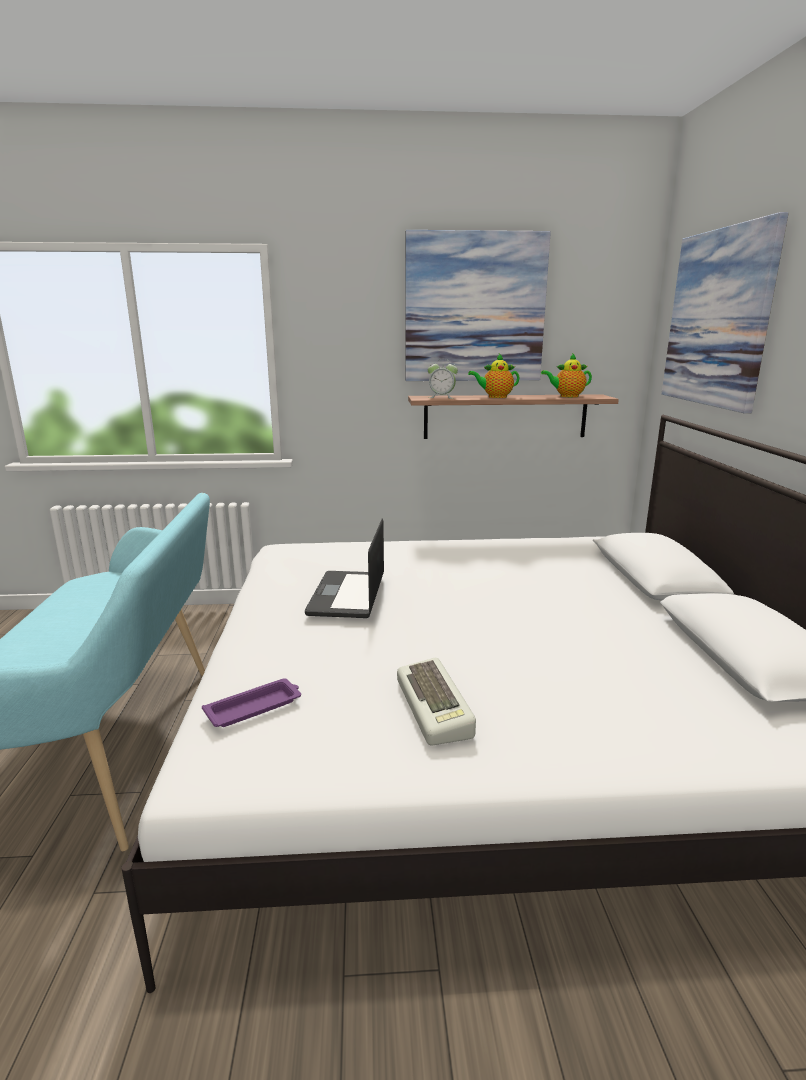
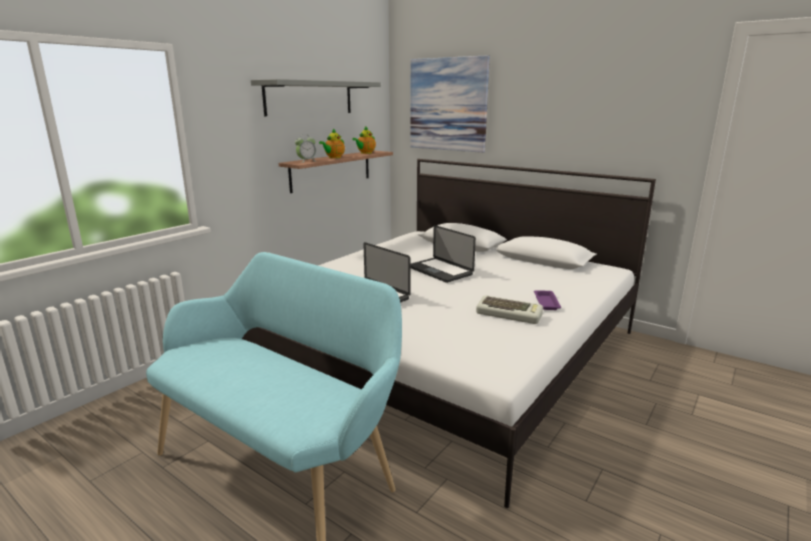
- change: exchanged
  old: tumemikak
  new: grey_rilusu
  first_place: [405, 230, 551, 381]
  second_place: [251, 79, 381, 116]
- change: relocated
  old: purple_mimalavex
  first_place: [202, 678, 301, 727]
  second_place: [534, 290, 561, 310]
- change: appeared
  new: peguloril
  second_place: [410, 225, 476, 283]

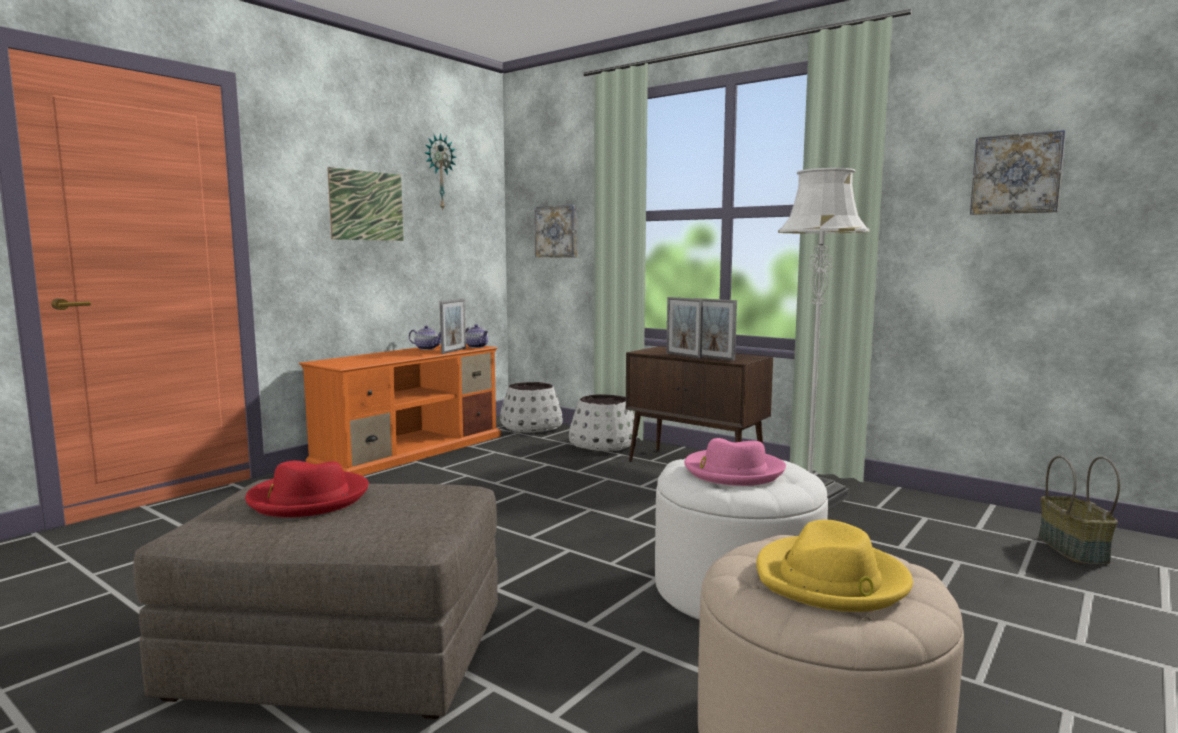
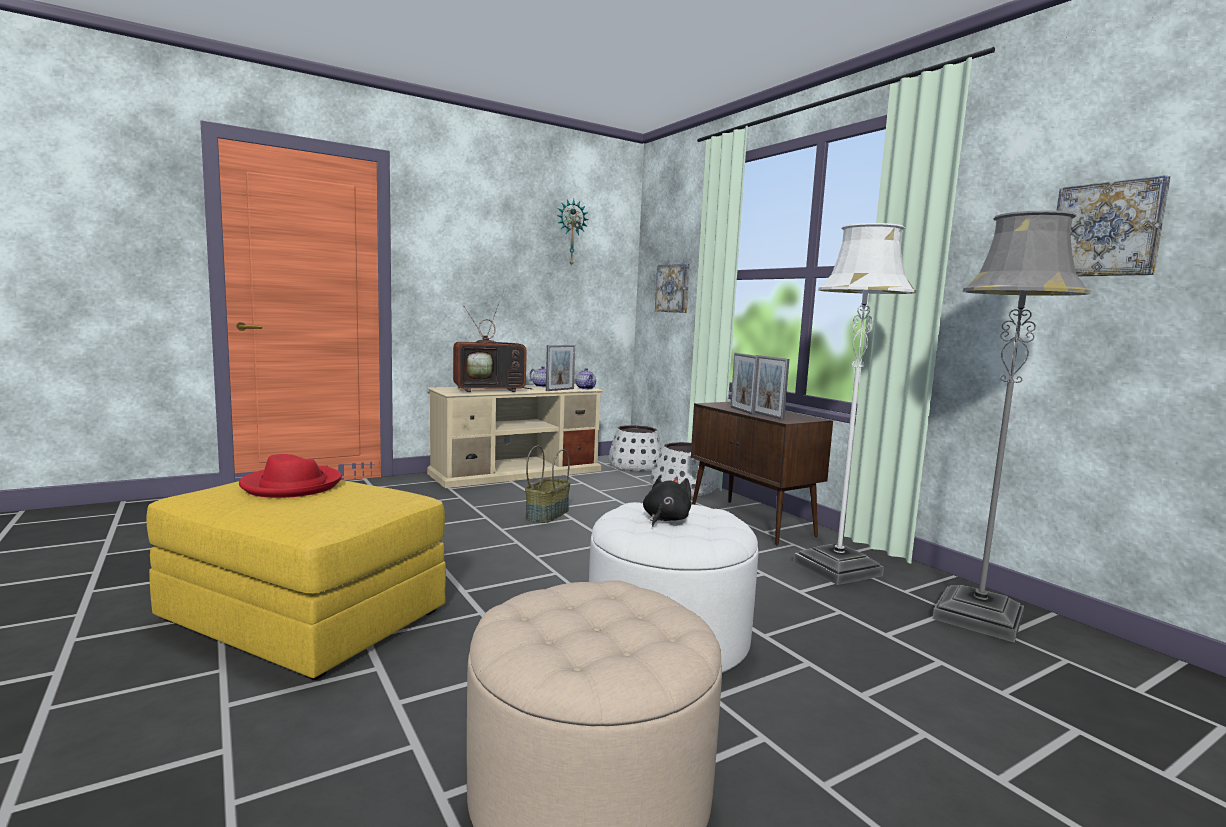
- change: missing
  old: tumemikak
  first_place: [327, 167, 404, 241]
- change: colour
  old: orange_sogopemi
  new: beige_sogopemi
  first_place: [299, 344, 501, 476]
  second_place: [427, 384, 603, 488]
- change: exchanged
  old: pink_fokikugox
  new: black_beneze
  first_place: [684, 438, 786, 486]
  second_place: [643, 475, 691, 527]
- change: relocated
  old: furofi
  first_place: [1038, 456, 1120, 564]
  second_place: [525, 446, 571, 523]
- change: colour
  old: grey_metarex
  new: yellow_metarex
  first_place: [133, 479, 498, 719]
  second_place: [147, 480, 446, 680]
- change: missing
  old: yellow_fokikugox
  first_place: [756, 520, 913, 612]
- change: appeared
  new: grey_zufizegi
  second_place: [933, 210, 1090, 643]
- change: appeared
  new: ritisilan
  second_place: [453, 302, 533, 392]

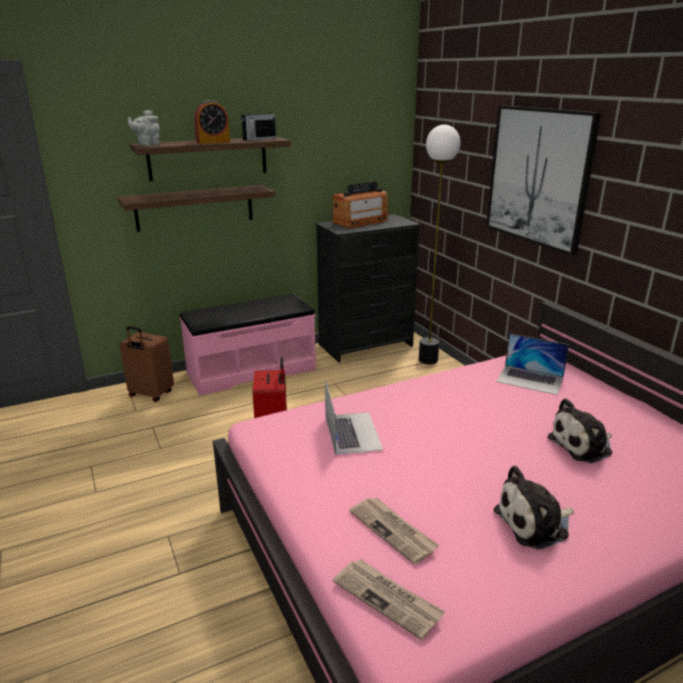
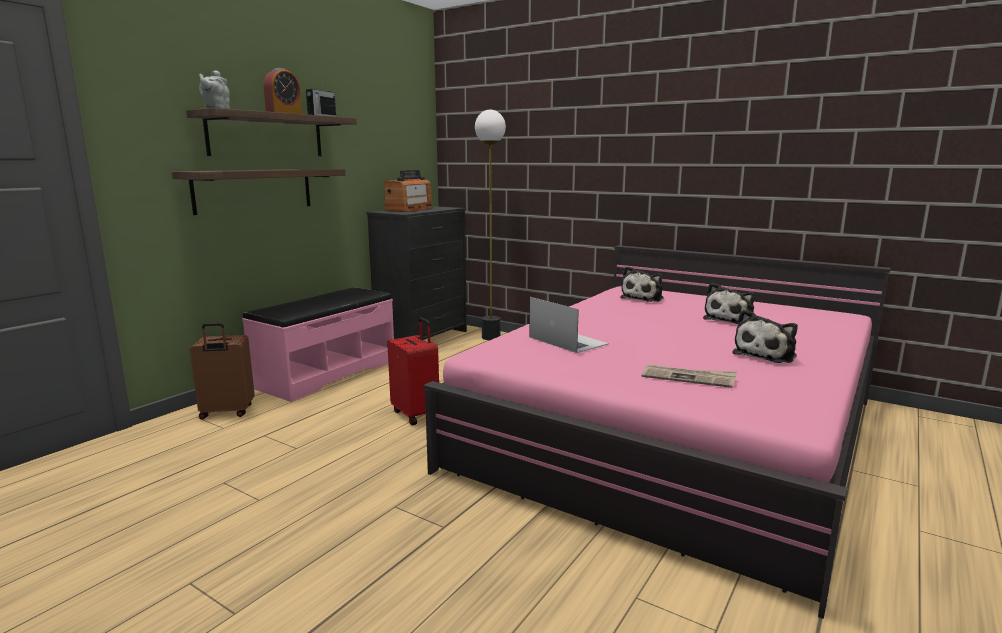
- change: missing
  old: tumemikak
  first_place: [486, 105, 601, 256]
- change: exchanged
  old: peguloril
  new: beneze
  first_place: [496, 334, 569, 395]
  second_place: [620, 266, 664, 302]
- change: missing
  old: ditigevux
  first_place: [333, 559, 445, 640]

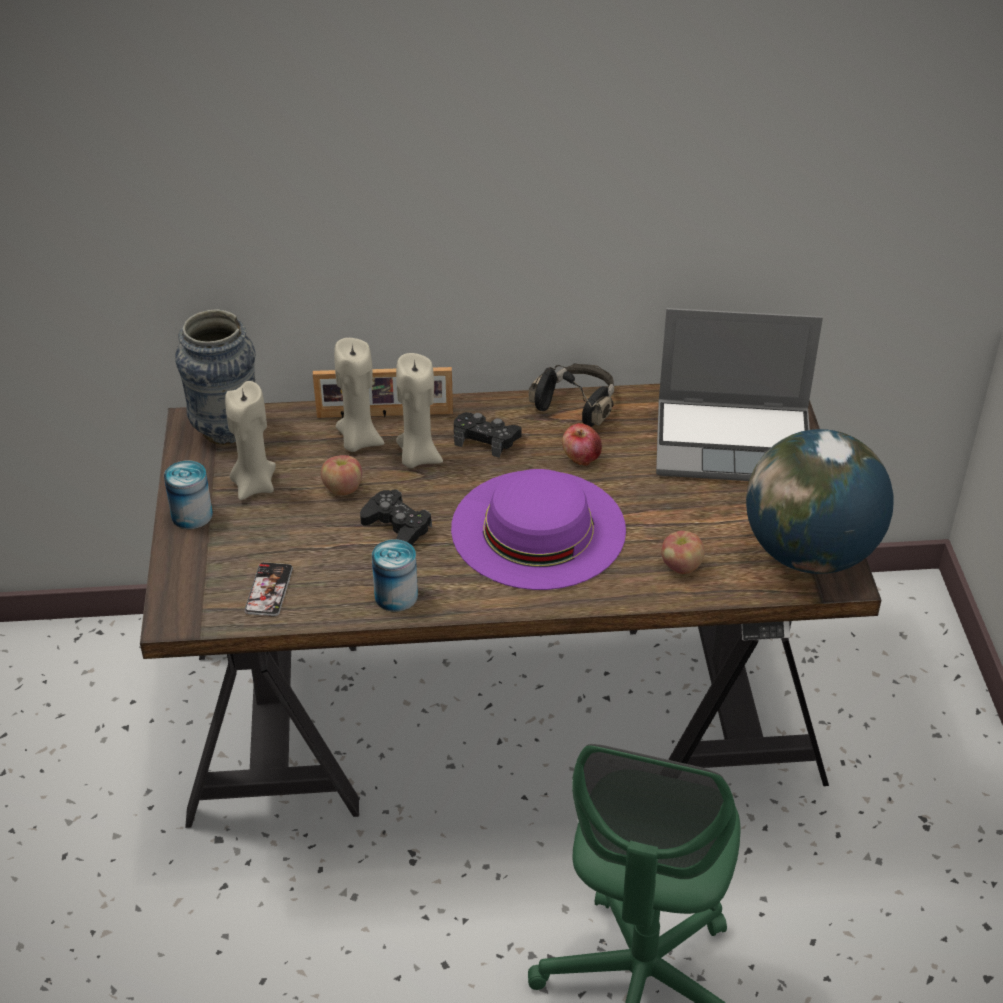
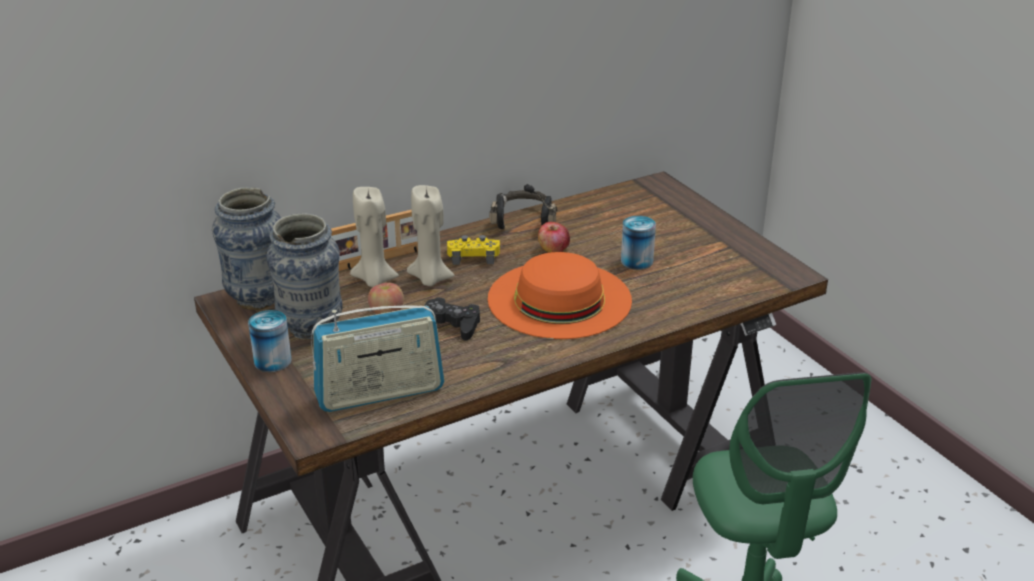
- change: missing
  old: peguloril
  first_place: [656, 308, 823, 481]
- change: exchanged
  old: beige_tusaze
  new: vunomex
  first_place: [225, 381, 276, 500]
  second_place: [266, 213, 343, 340]
- change: colour
  old: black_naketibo
  new: yellow_naketibo
  first_place: [454, 412, 522, 458]
  second_place: [447, 235, 500, 265]
- change: missing
  old: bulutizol
  first_place: [746, 429, 894, 574]
- change: colour
  old: purple_fokikugox
  new: orange_fokikugox
  first_place: [451, 469, 626, 590]
  second_place: [488, 252, 632, 339]
- change: missing
  old: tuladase
  first_place: [661, 531, 705, 574]
- change: relocated
  old: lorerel
  first_place: [372, 539, 418, 612]
  second_place: [621, 216, 656, 270]
- change: exchanged
  old: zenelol
  new: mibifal
  first_place: [244, 562, 293, 616]
  second_place: [311, 305, 445, 412]

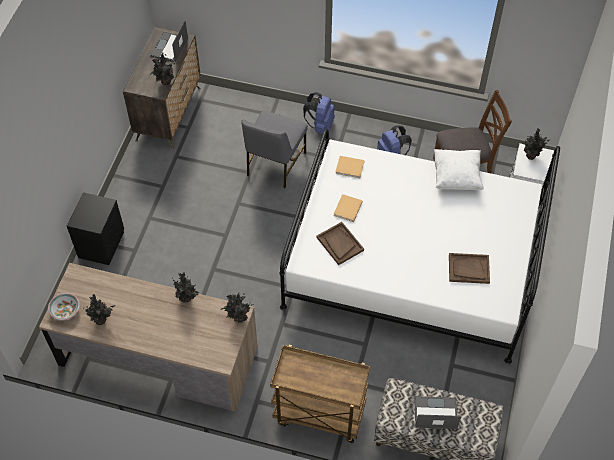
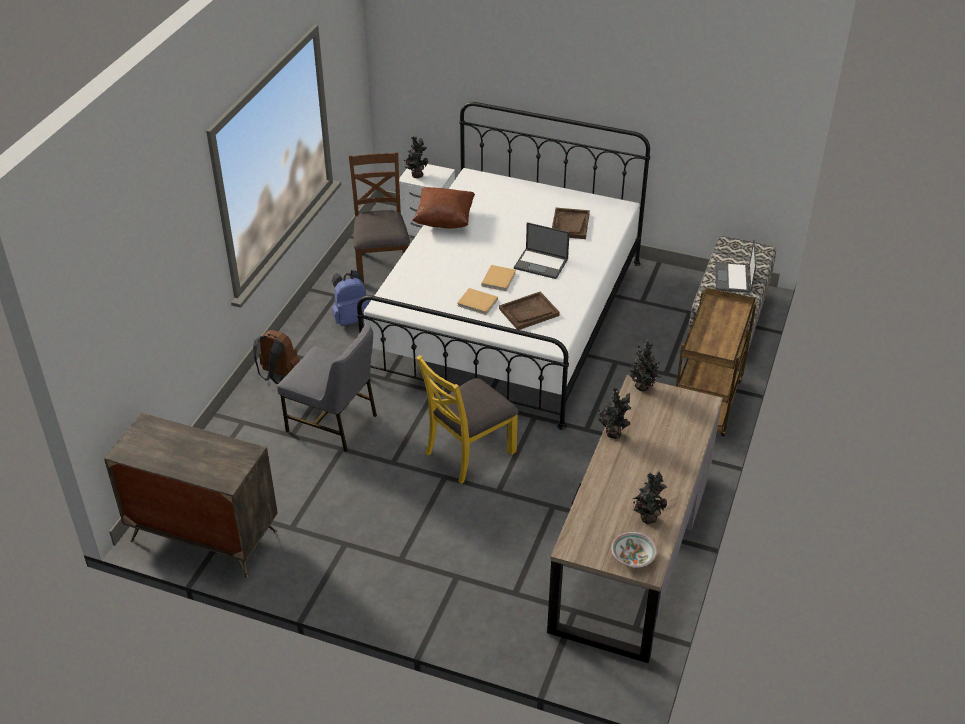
- change: relocated
  old: peguloril
  first_place: [150, 20, 188, 62]
  second_place: [514, 222, 570, 279]
- change: missing
  old: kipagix
  first_place: [150, 52, 175, 85]
- change: colour
  old: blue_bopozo
  new: brown_bopozo
  first_place: [303, 92, 335, 134]
  second_place: [253, 330, 300, 384]
- change: colour
  old: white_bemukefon
  new: brown_bemukefon
  first_place: [434, 149, 484, 190]
  second_place: [412, 187, 475, 229]
- change: relocated
  old: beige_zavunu
  first_place: [335, 156, 365, 178]
  second_place: [481, 265, 516, 291]
- change: missing
  old: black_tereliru
  first_place: [67, 192, 124, 265]
- change: appeared
  new: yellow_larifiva
  second_place: [417, 355, 519, 484]

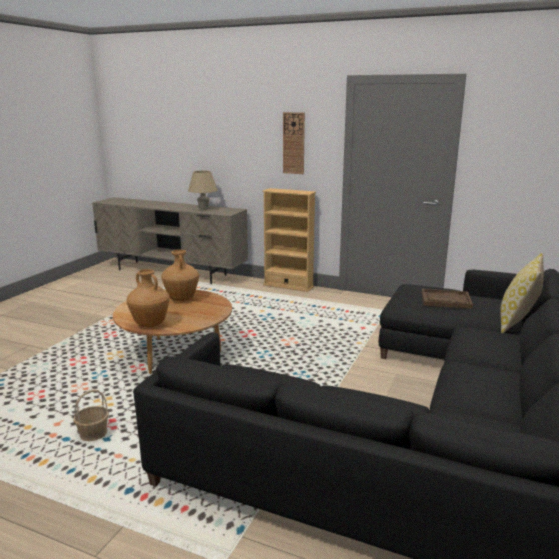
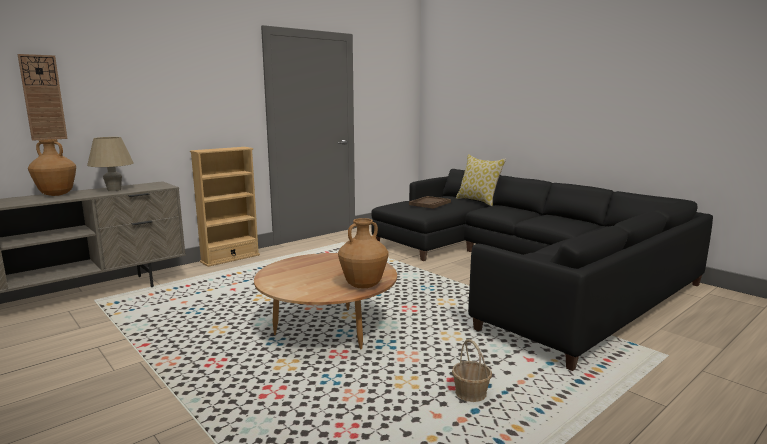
- change: relocated
  old: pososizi
  first_place: [283, 112, 305, 174]
  second_place: [18, 54, 68, 141]
- change: relocated
  old: brown_vunomex
  first_place: [161, 250, 199, 301]
  second_place: [28, 139, 76, 196]

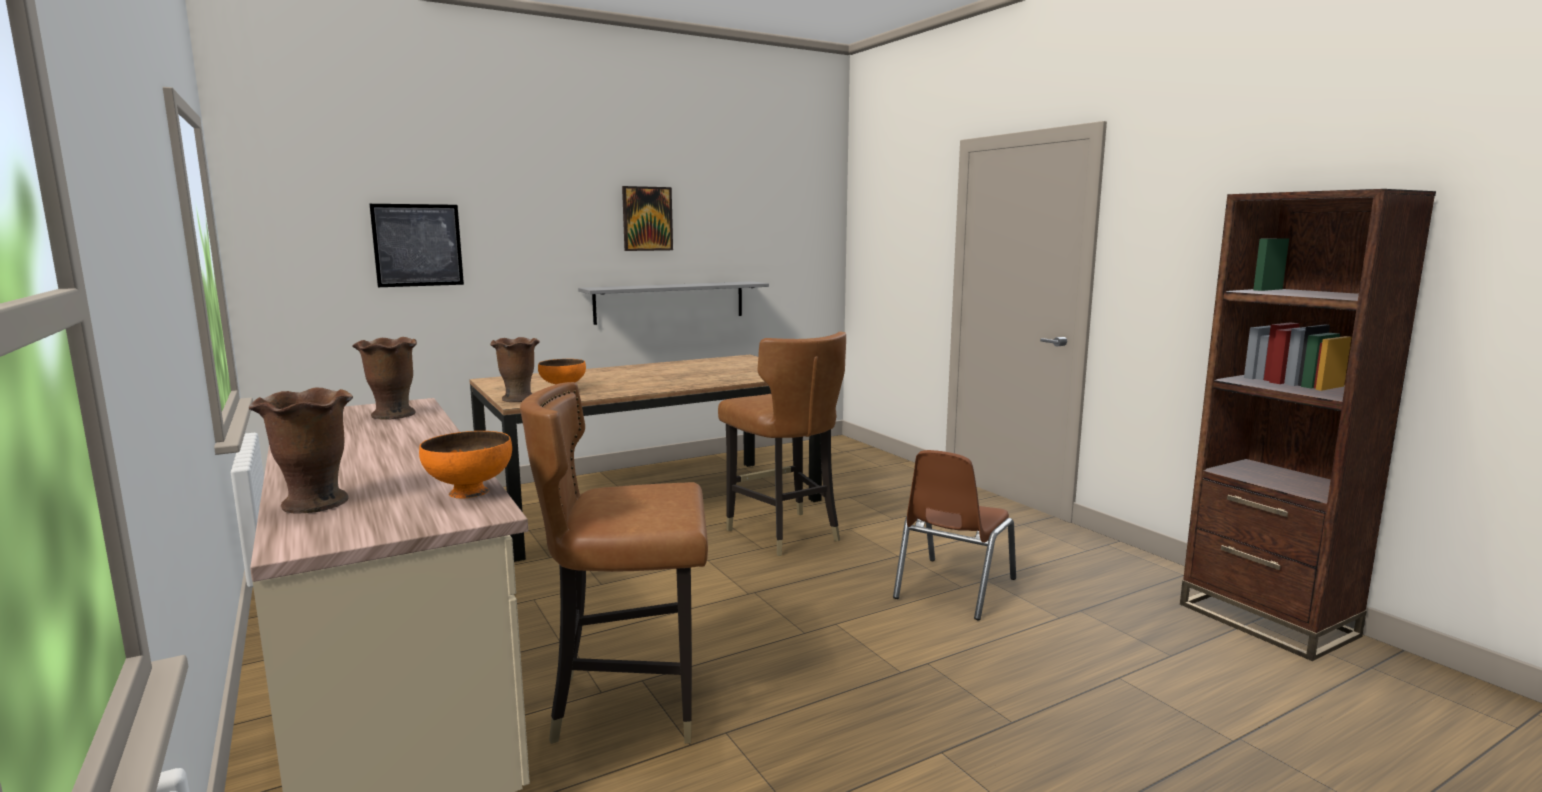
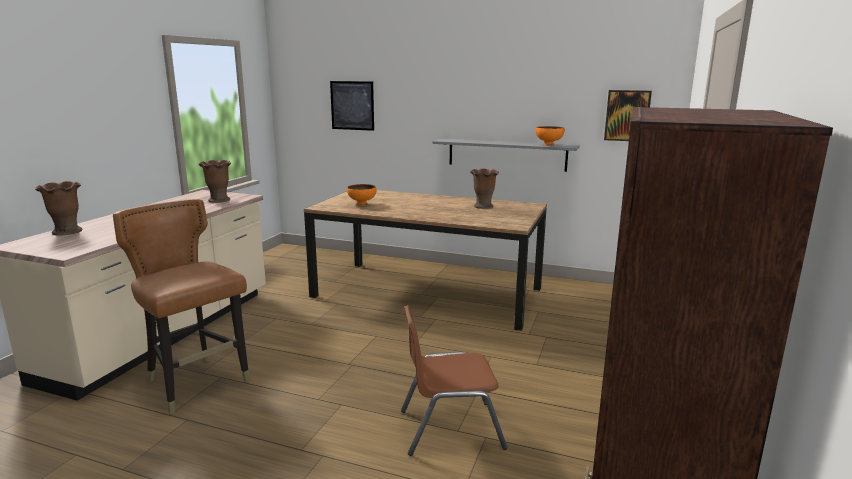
- change: relocated
  old: tumemikak
  first_place: [622, 186, 673, 251]
  second_place: [604, 90, 652, 141]
- change: missing
  old: brown_larifiva
  first_place: [718, 332, 846, 556]
- change: relocated
  old: brown_vunomex
  first_place: [490, 337, 540, 402]
  second_place: [470, 168, 499, 209]
- change: relocated
  old: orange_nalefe
  first_place: [419, 431, 512, 498]
  second_place: [535, 126, 565, 146]

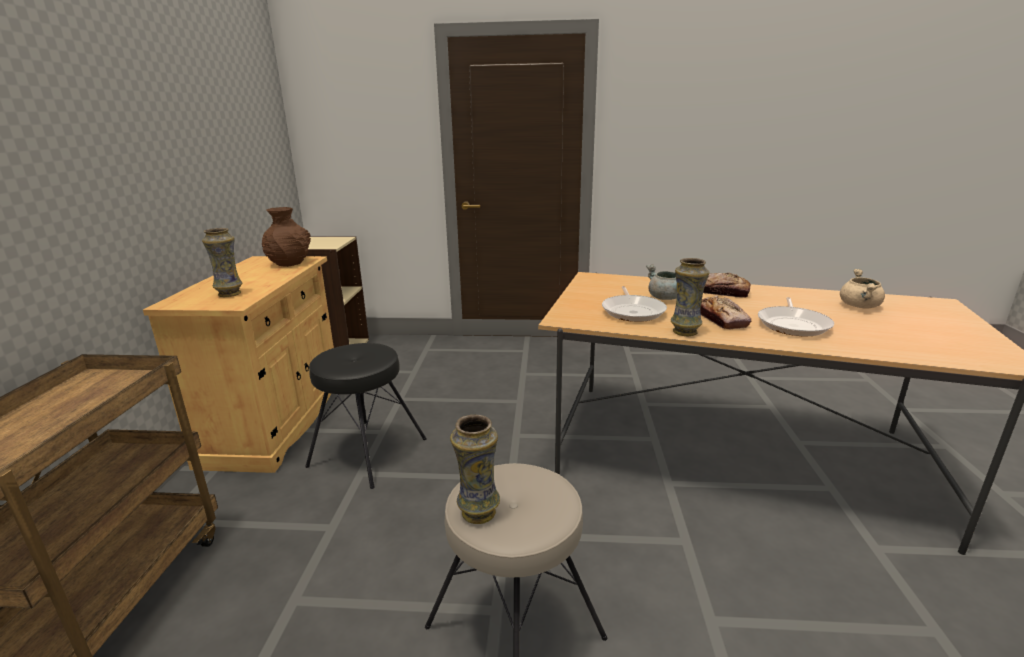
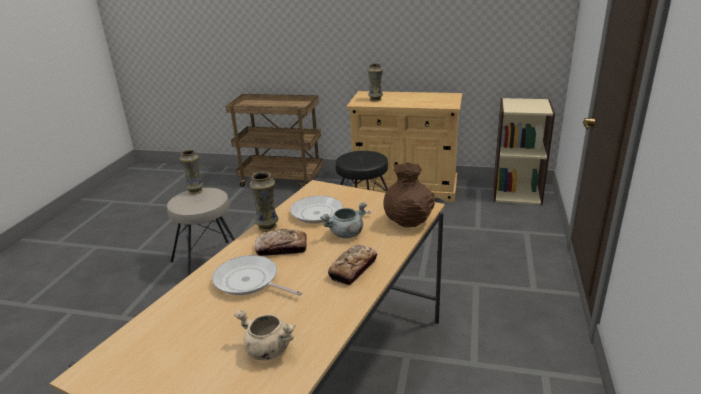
- change: relocated
  old: brown_vunomex
  first_place: [262, 207, 311, 267]
  second_place: [384, 163, 435, 227]

